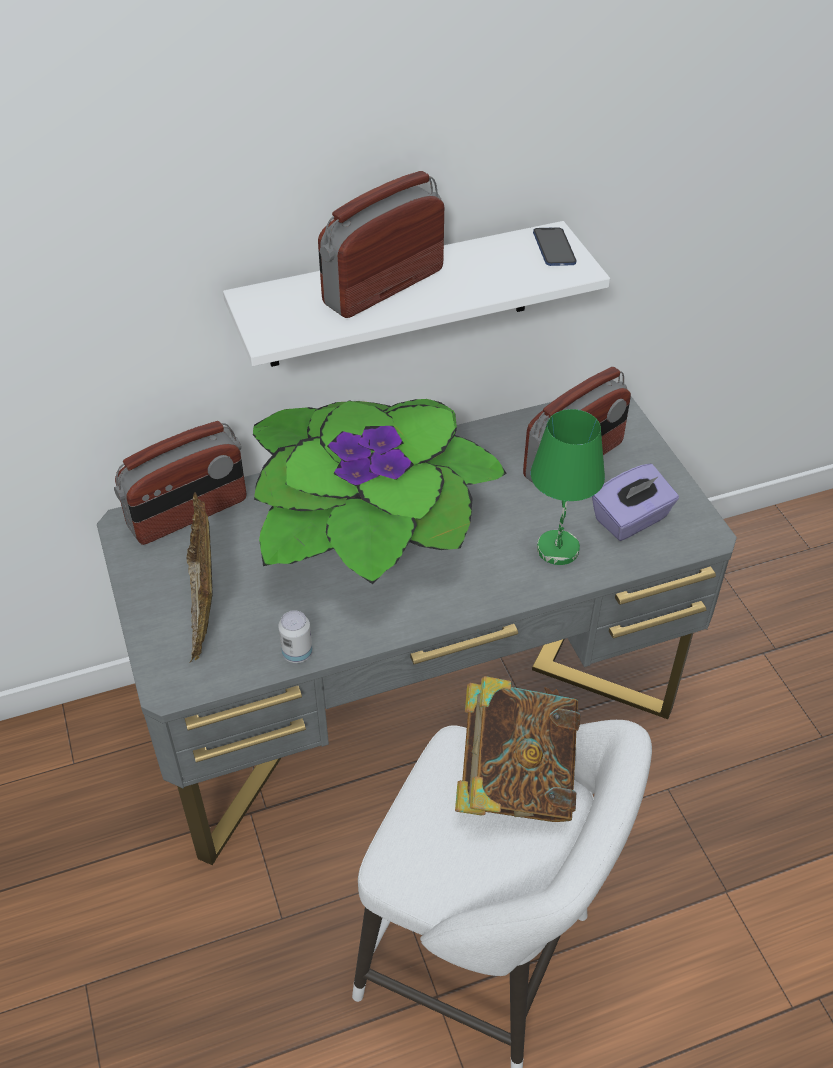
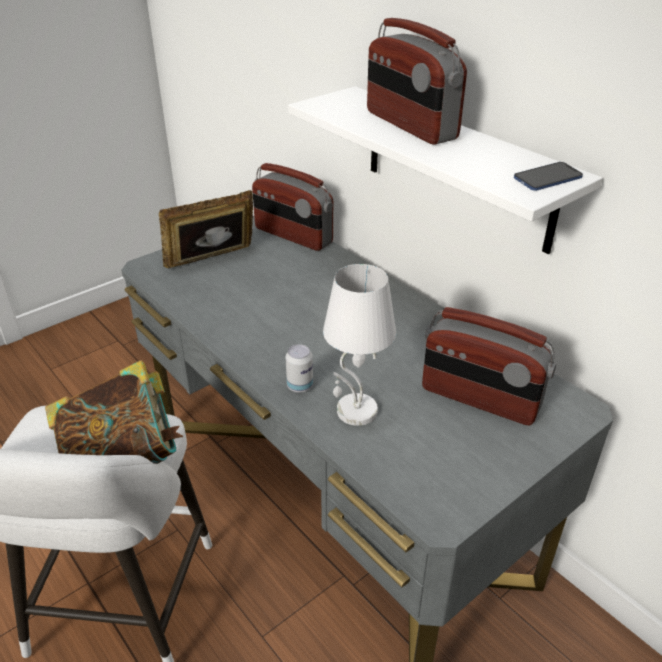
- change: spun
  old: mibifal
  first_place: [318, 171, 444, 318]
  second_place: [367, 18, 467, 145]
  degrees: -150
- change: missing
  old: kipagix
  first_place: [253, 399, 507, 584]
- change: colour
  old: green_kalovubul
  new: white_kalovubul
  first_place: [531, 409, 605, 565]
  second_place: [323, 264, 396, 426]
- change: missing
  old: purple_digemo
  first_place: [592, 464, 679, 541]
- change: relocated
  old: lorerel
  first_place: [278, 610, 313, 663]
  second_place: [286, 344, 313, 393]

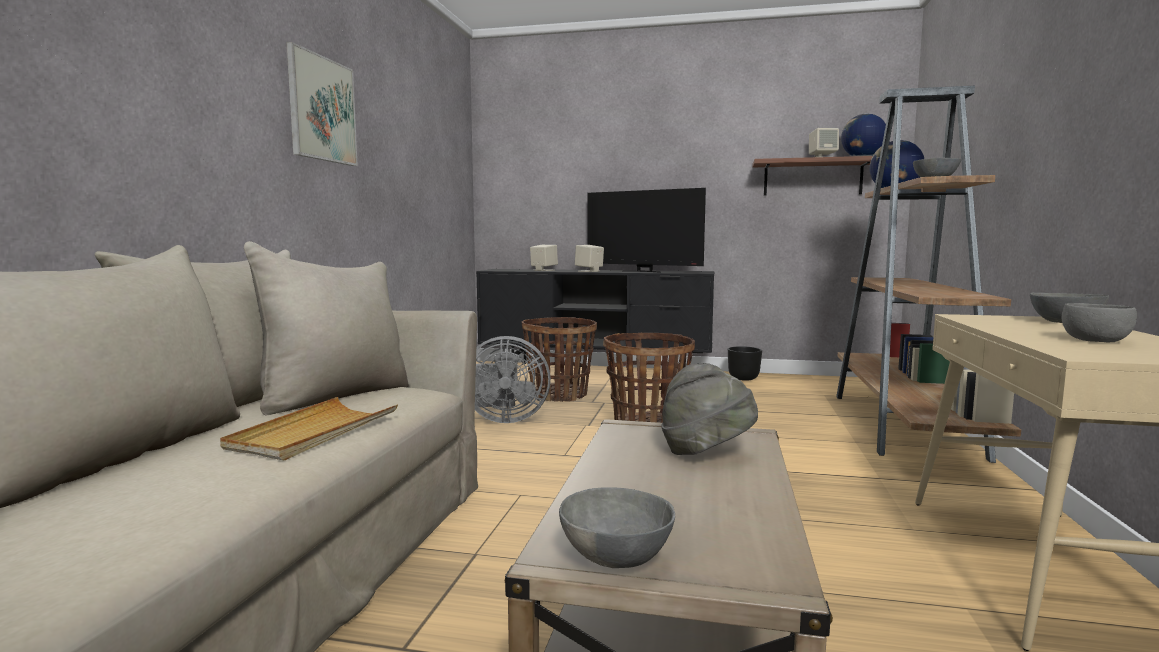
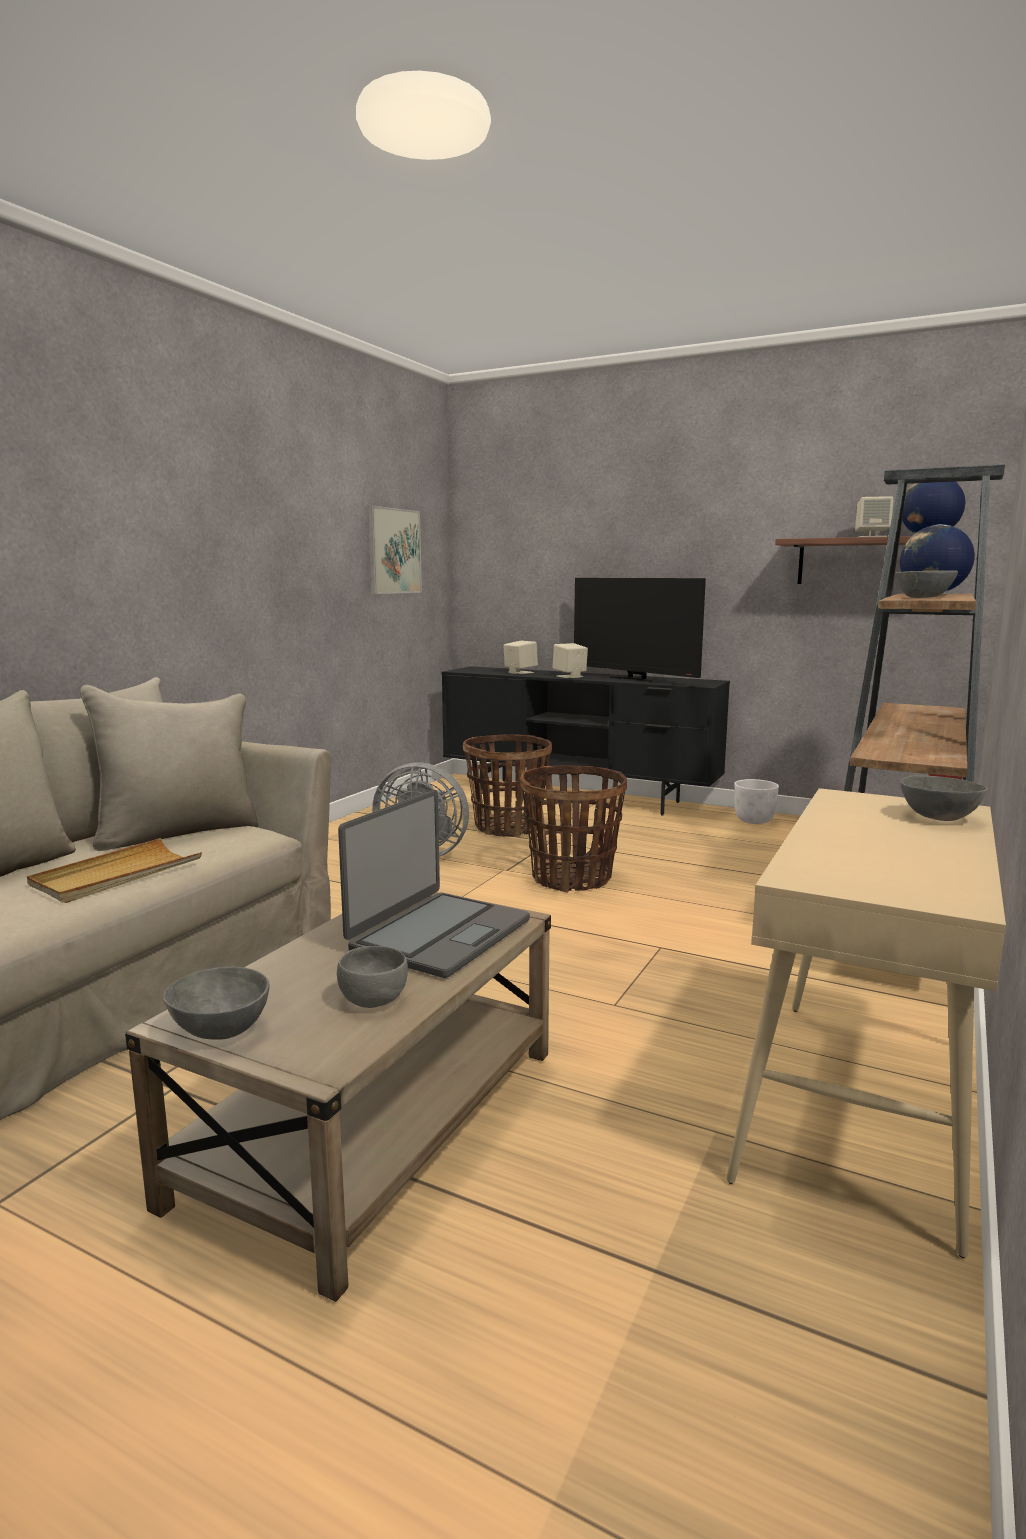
- change: relocated
  old: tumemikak
  first_place: [286, 42, 358, 166]
  second_place: [368, 506, 422, 594]
- change: relocated
  old: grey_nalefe
  first_place: [1062, 303, 1137, 342]
  second_place: [337, 946, 408, 1008]
- change: colour
  old: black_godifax
  new: white_godifax
  first_place: [728, 346, 762, 381]
  second_place: [734, 779, 779, 824]
- change: exchanged
  old: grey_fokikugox
  new: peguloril
  first_place: [661, 363, 758, 455]
  second_place: [338, 790, 530, 978]

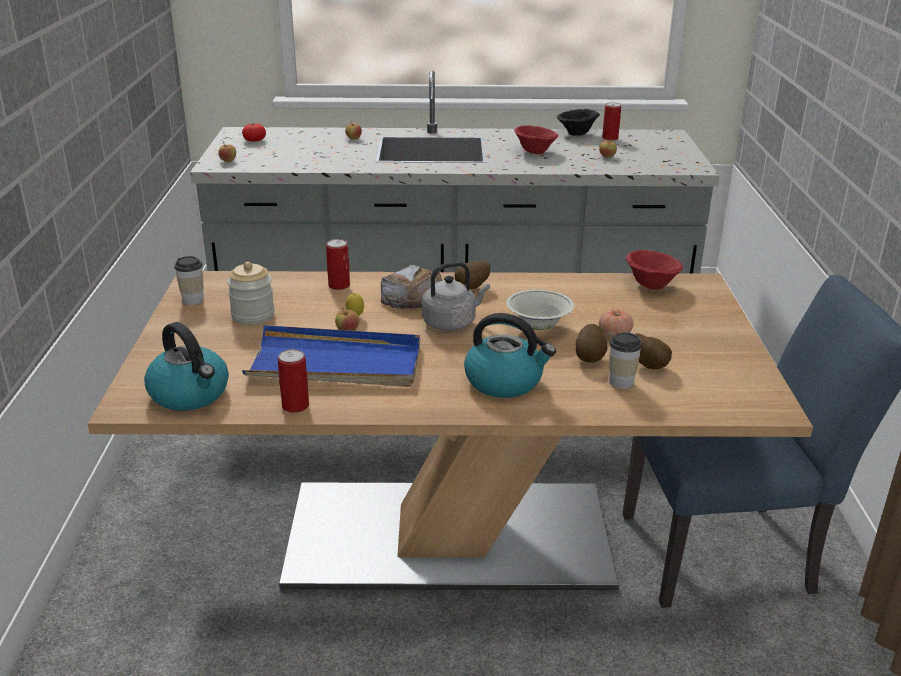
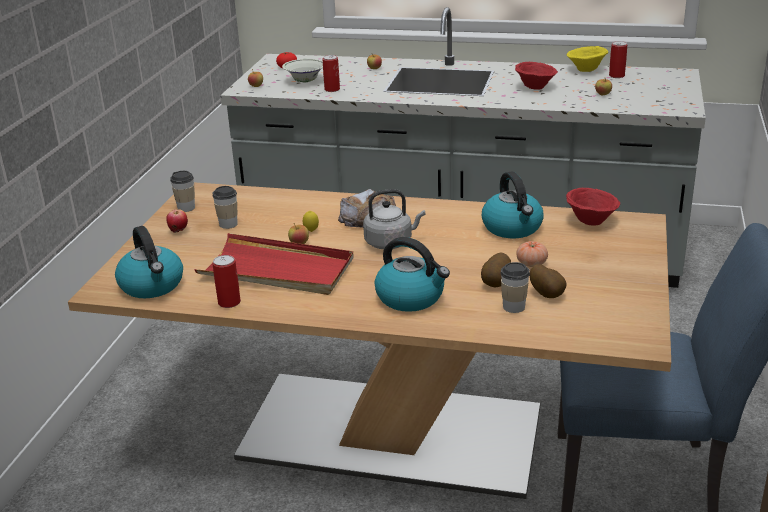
- change: colour
  old: black_nalefe
  new: yellow_nalefe
  first_place: [557, 109, 600, 136]
  second_place: [566, 46, 608, 72]
- change: relocated
  old: lorerel
  first_place: [326, 239, 350, 290]
  second_place: [323, 55, 340, 92]
- change: missing
  old: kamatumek
  first_place: [454, 260, 490, 289]
- change: exchanged
  old: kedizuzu
  new: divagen
  first_place: [227, 262, 275, 325]
  second_place: [212, 186, 238, 229]
- change: relocated
  old: white_nalefe
  first_place: [506, 289, 574, 330]
  second_place: [282, 59, 323, 83]
- change: colour
  old: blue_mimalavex
  new: red_mimalavex
  first_place: [242, 325, 420, 387]
  second_place: [195, 233, 354, 295]
- change: appeared
  new: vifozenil
  second_place: [482, 171, 544, 238]
- change: appeared
  new: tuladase
  second_place: [166, 209, 188, 233]

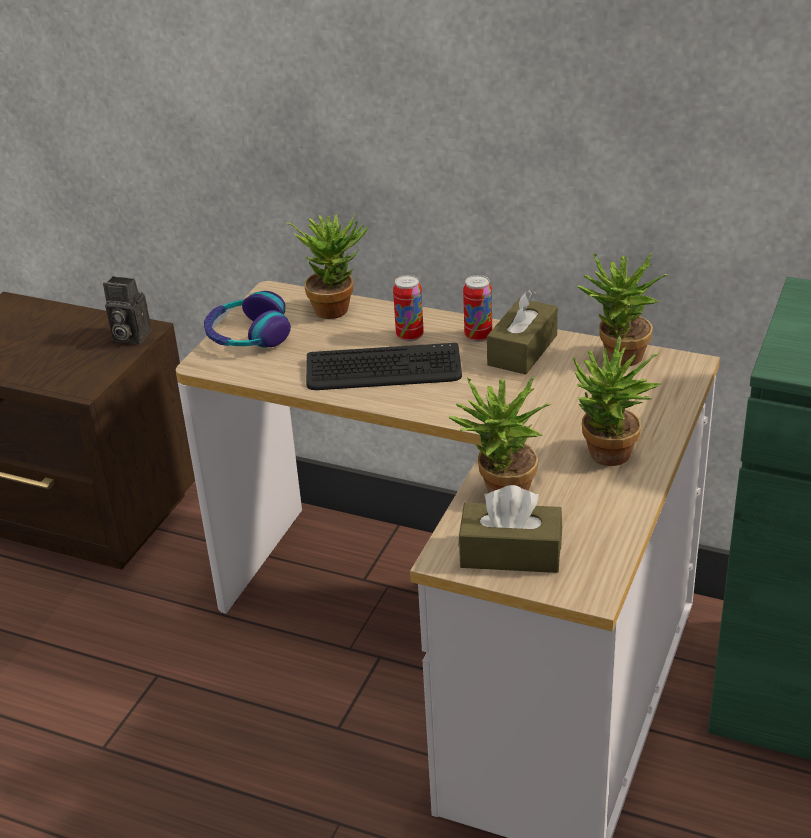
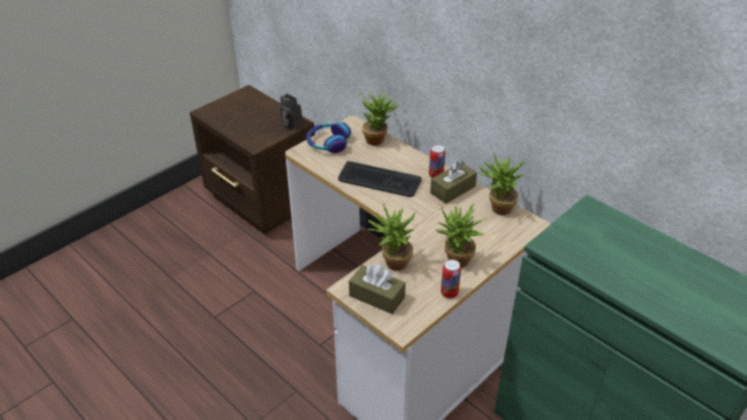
- change: relocated
  old: lorerel
  first_place: [393, 275, 424, 342]
  second_place: [441, 259, 461, 299]

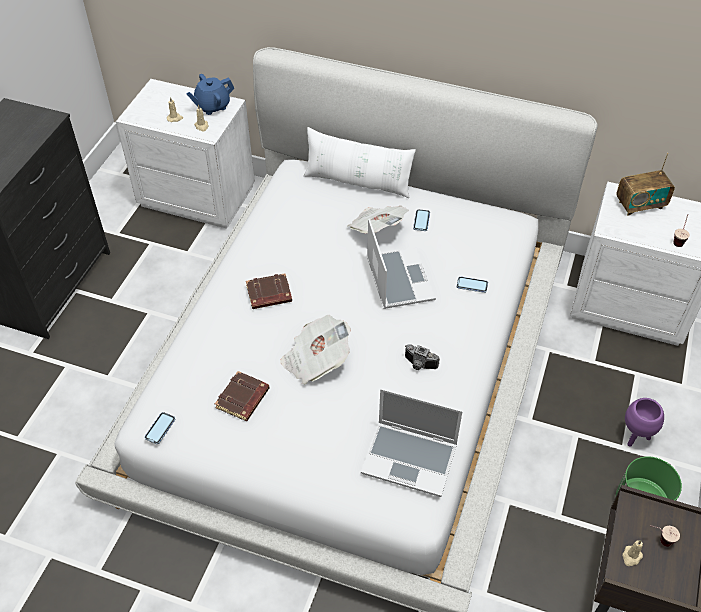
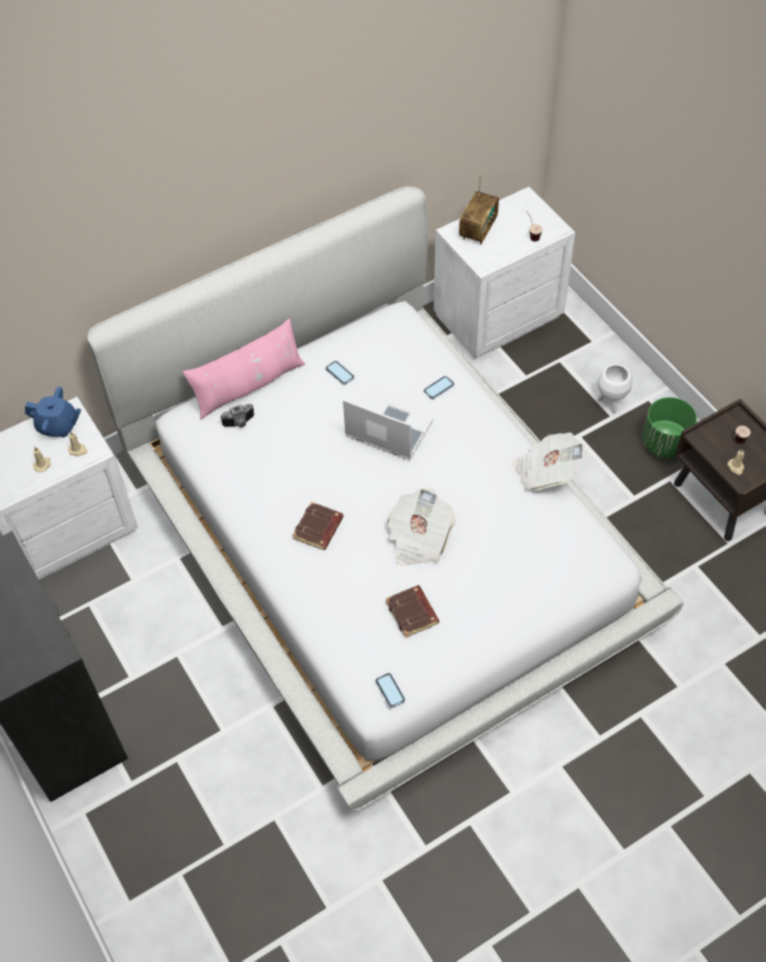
- change: spun
  old: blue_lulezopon
  first_place: [186, 74, 234, 115]
  second_place: [25, 387, 81, 437]
  degrees: -90
- change: colour
  old: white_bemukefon
  new: pink_bemukefon
  first_place: [304, 127, 416, 198]
  second_place: [183, 318, 305, 419]
- change: relocated
  old: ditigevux
  first_place: [348, 206, 409, 233]
  second_place: [512, 432, 586, 491]
- change: relocated
  old: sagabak
  first_place: [405, 344, 440, 370]
  second_place: [220, 404, 254, 428]
- change: missing
  old: peguloril
  first_place: [361, 388, 463, 497]
- change: colour
  old: purple_godifax
  new: white_godifax
  first_place: [625, 398, 664, 447]
  second_place: [598, 364, 632, 413]

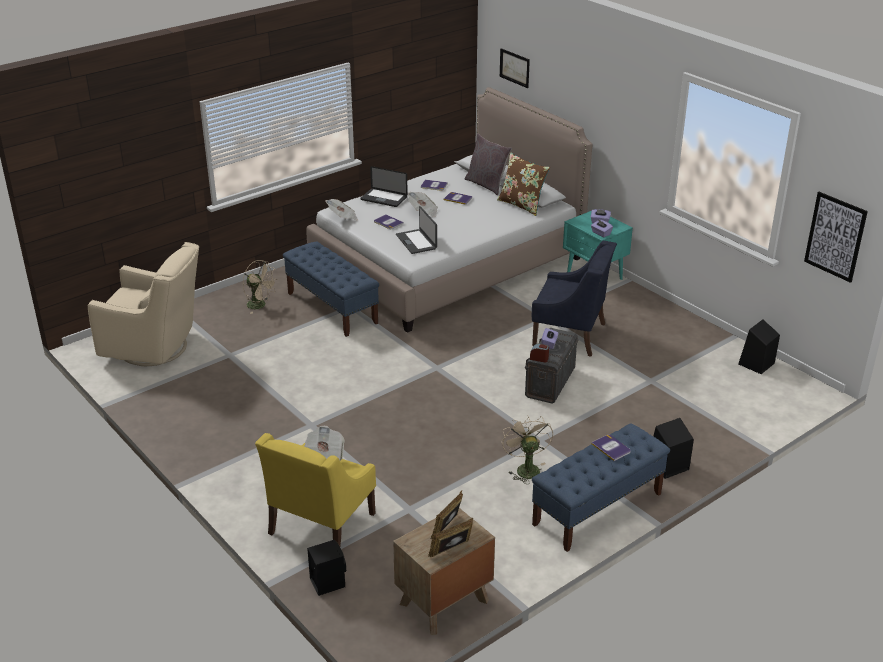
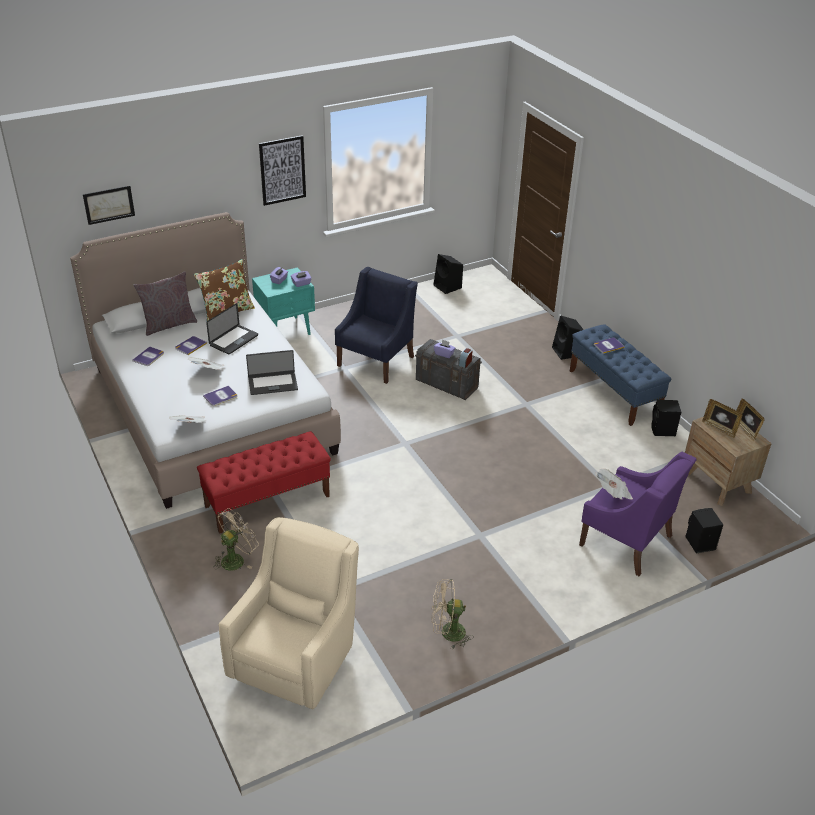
- change: relocated
  old: peguloril
  first_place: [361, 166, 408, 207]
  second_place: [206, 303, 258, 355]
- change: relocated
  old: tumemikak
  first_place: [804, 192, 868, 283]
  second_place: [259, 135, 306, 206]
- change: colour
  old: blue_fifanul
  new: red_fifanul
  first_place: [283, 242, 379, 337]
  second_place: [197, 431, 331, 534]
- change: relocated
  old: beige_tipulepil
  first_place: [502, 415, 553, 484]
  second_place: [432, 579, 473, 649]
- change: colour
  old: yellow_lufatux
  new: purple_lufatux
  first_place: [255, 433, 376, 546]
  second_place: [579, 452, 697, 576]
- change: appeared
  new: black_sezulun
  second_place: [651, 400, 681, 436]

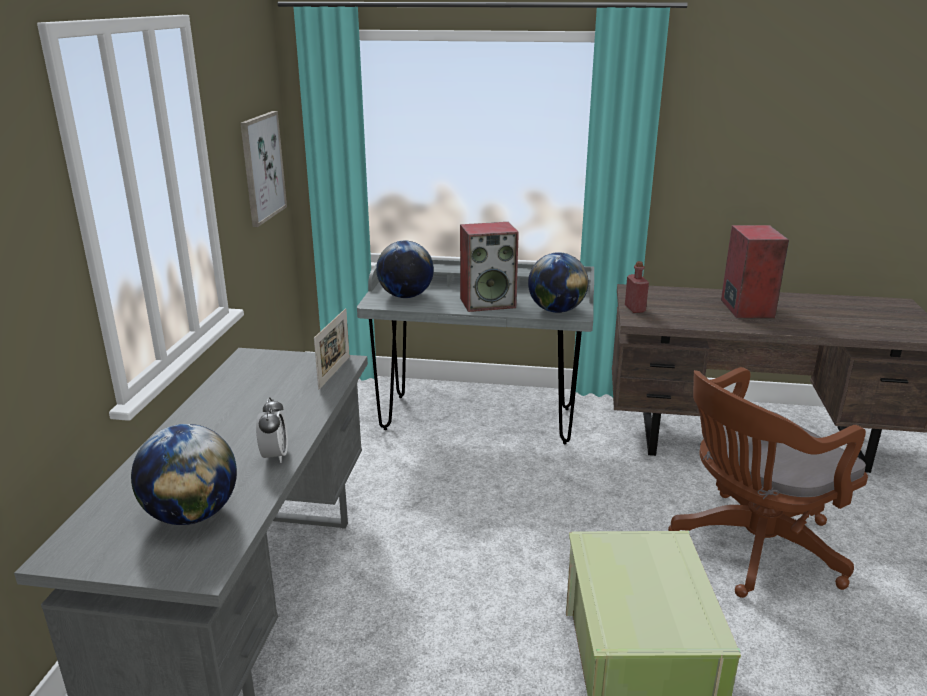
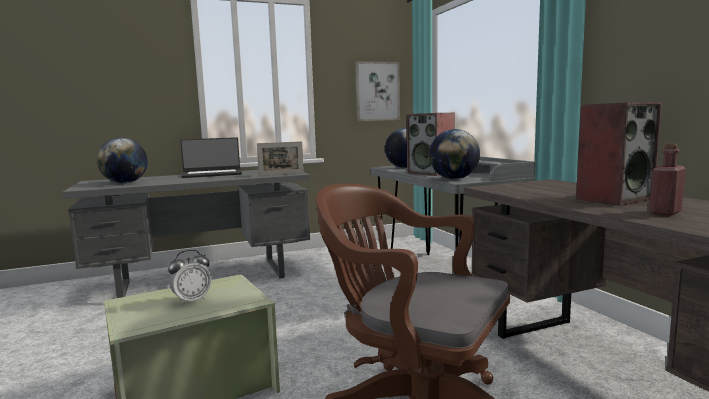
- change: relocated
  old: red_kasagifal
  first_place: [625, 261, 649, 313]
  second_place: [649, 143, 686, 216]
- change: relocated
  old: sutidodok
  first_place: [256, 397, 288, 463]
  second_place: [168, 250, 211, 305]
- change: appeared
  new: peguloril
  second_place: [180, 137, 242, 178]

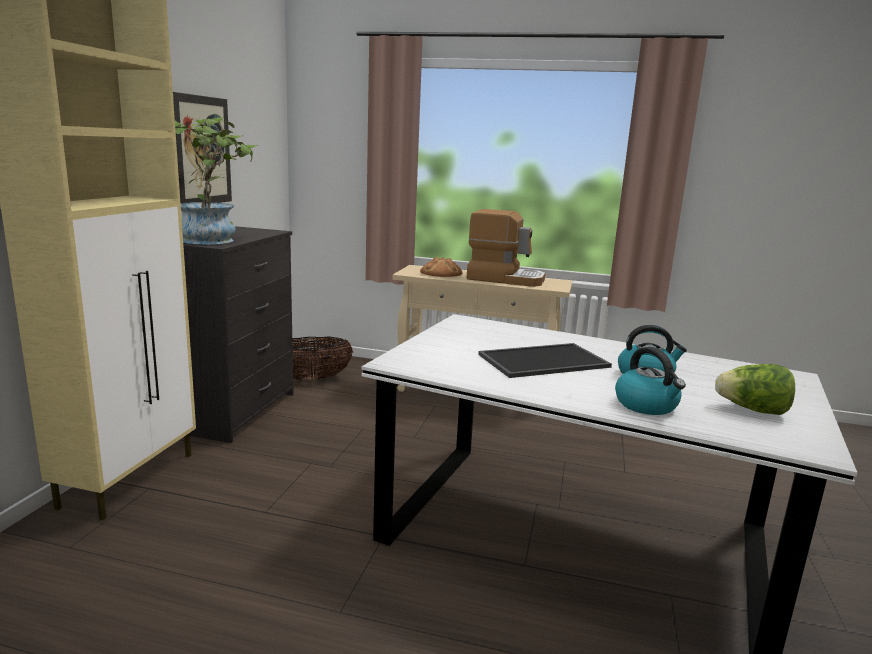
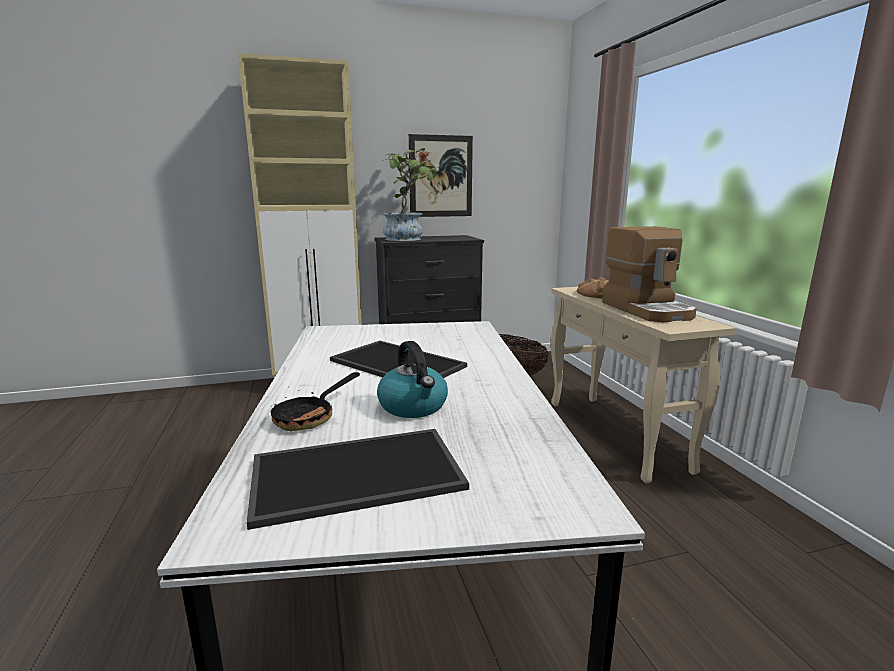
- change: exchanged
  old: vifozenil
  new: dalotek
  first_place: [615, 347, 686, 415]
  second_place: [270, 372, 360, 431]
- change: exchanged
  old: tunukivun
  new: mimalavex
  first_place: [715, 364, 795, 415]
  second_place: [247, 429, 469, 530]

